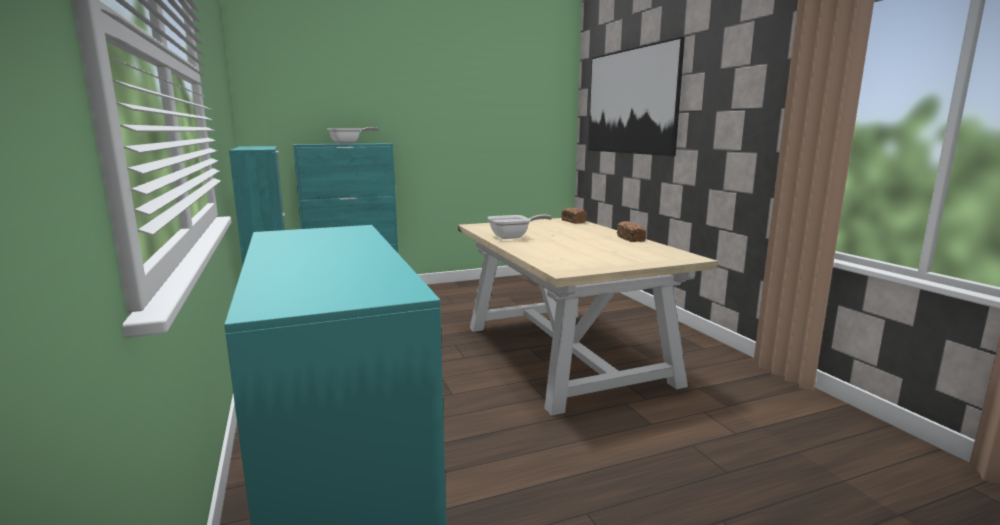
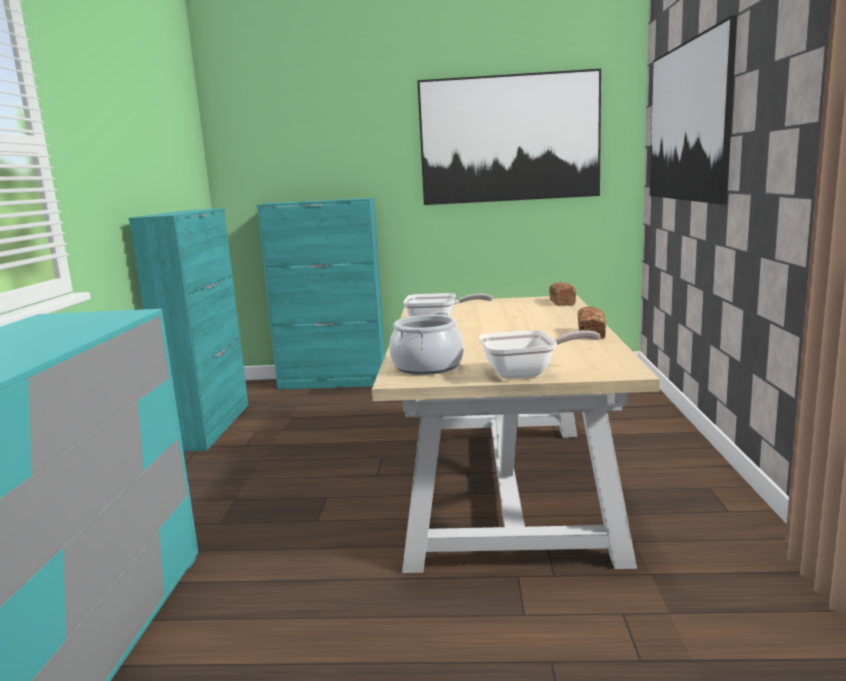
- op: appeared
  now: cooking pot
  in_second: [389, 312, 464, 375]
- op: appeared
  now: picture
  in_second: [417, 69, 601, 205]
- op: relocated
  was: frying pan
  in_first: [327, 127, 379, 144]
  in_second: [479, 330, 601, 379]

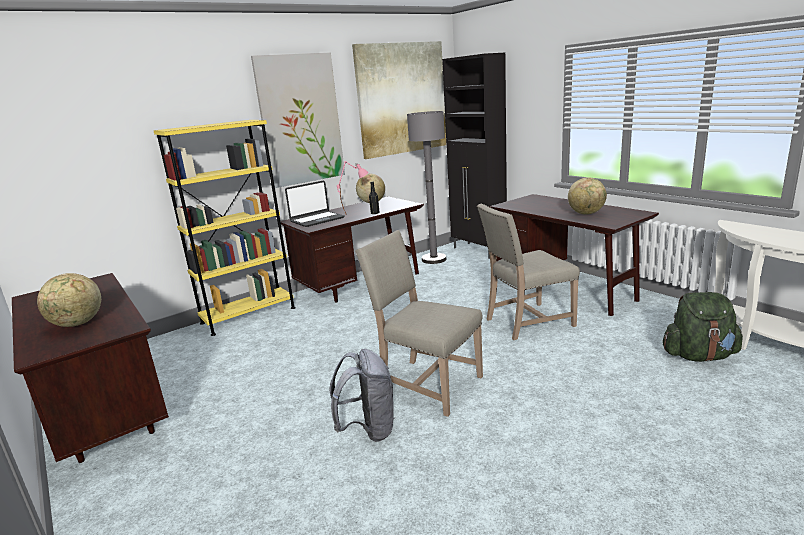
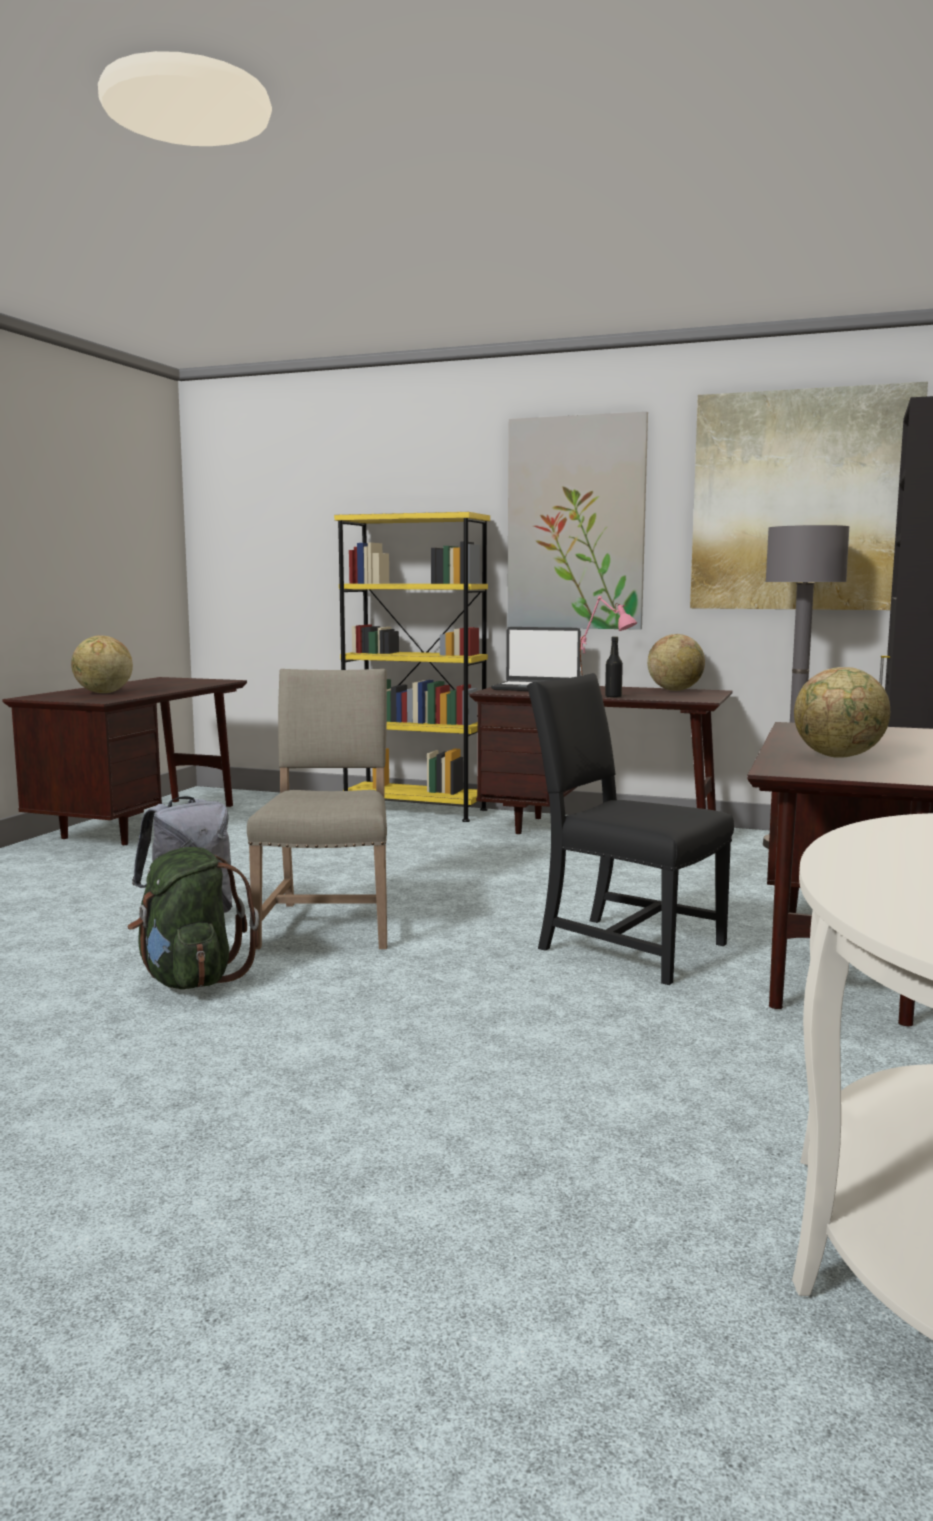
- op: relocated
  was: backpack in green
  in_first: [662, 292, 743, 362]
  in_second: [128, 847, 259, 989]
- op: colour
  was: chair in beige
  now: chair in black
  in_first: [477, 204, 580, 340]
  in_second: [527, 673, 734, 985]

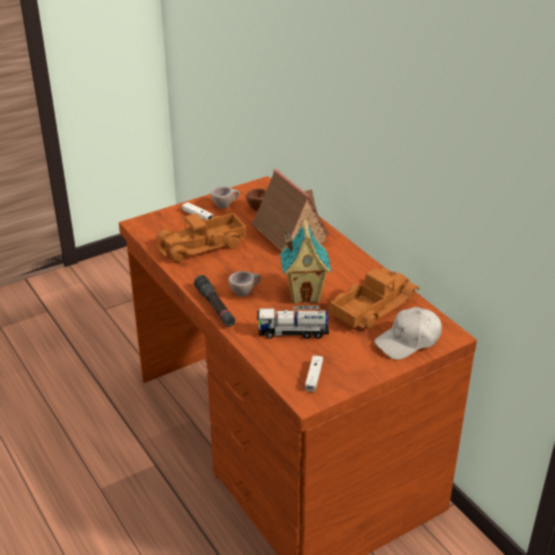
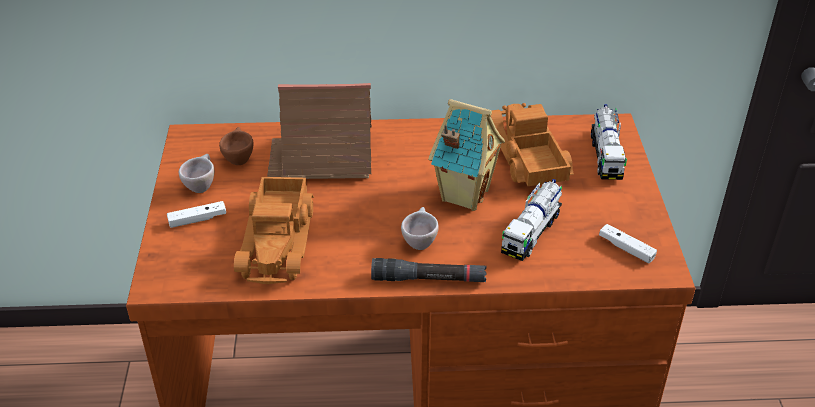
- op: exchanged
  was: cap in white
  now: toy truck
  in_first: [374, 307, 442, 360]
  in_second: [591, 104, 627, 180]

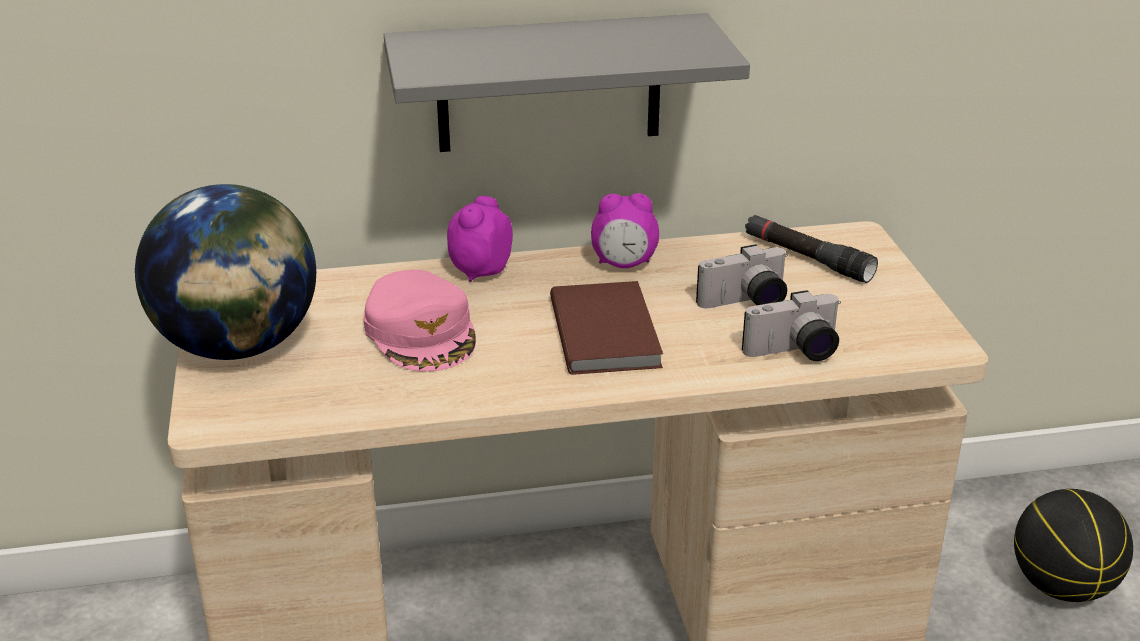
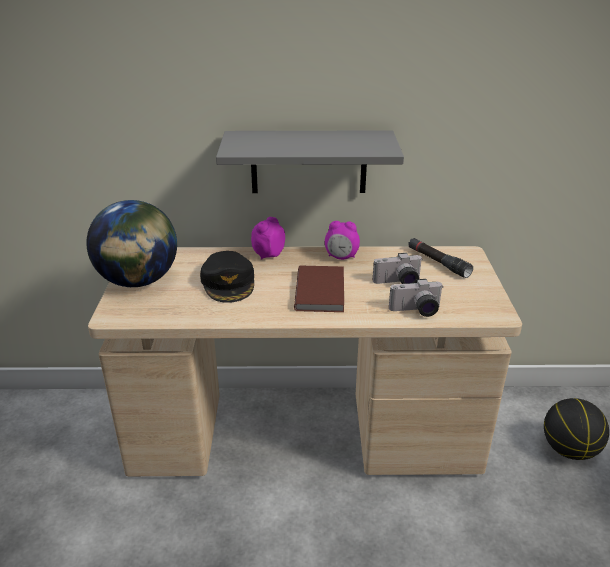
- op: colour
  was: cap in pink
  now: cap in black
  in_first: [363, 270, 476, 372]
  in_second: [200, 251, 254, 303]

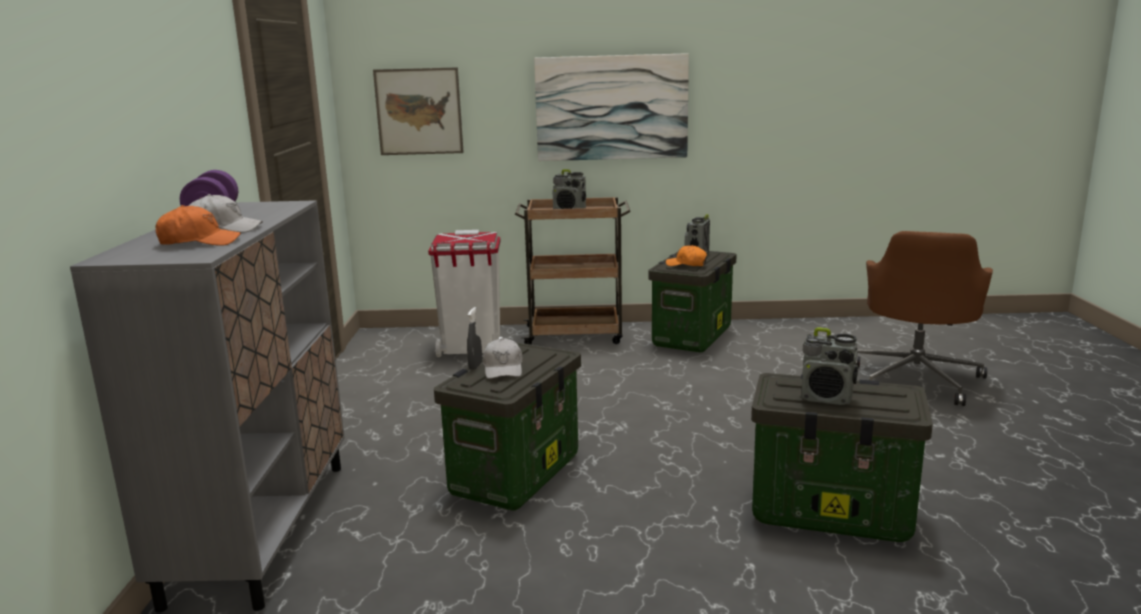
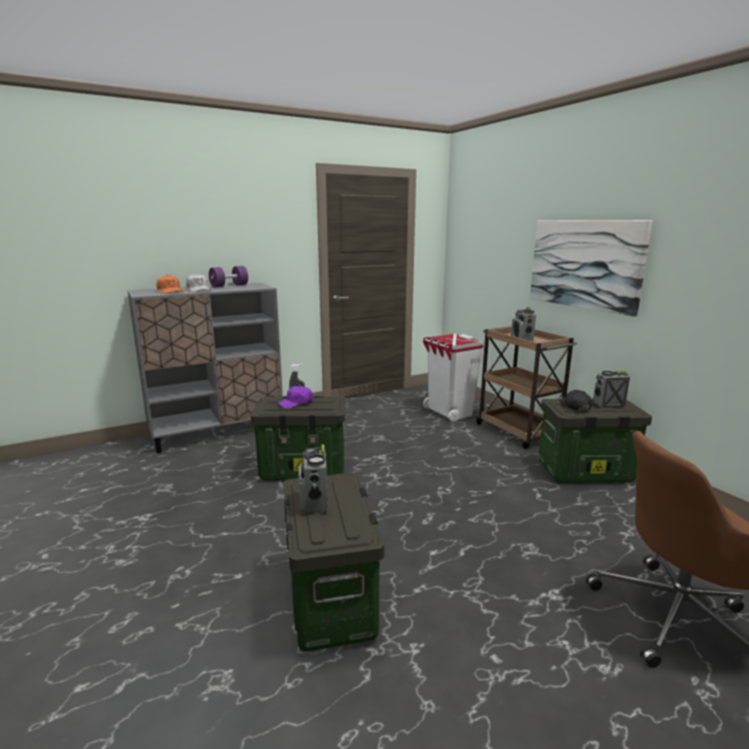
- op: missing
  was: picture
  in_first: [373, 67, 464, 155]
- op: colour
  was: cap in white
  now: cap in purple
  in_first: [483, 338, 522, 379]
  in_second: [277, 385, 313, 409]
- op: colour
  was: cap in orange
  now: cap in black
  in_first: [666, 245, 707, 266]
  in_second: [560, 390, 592, 411]

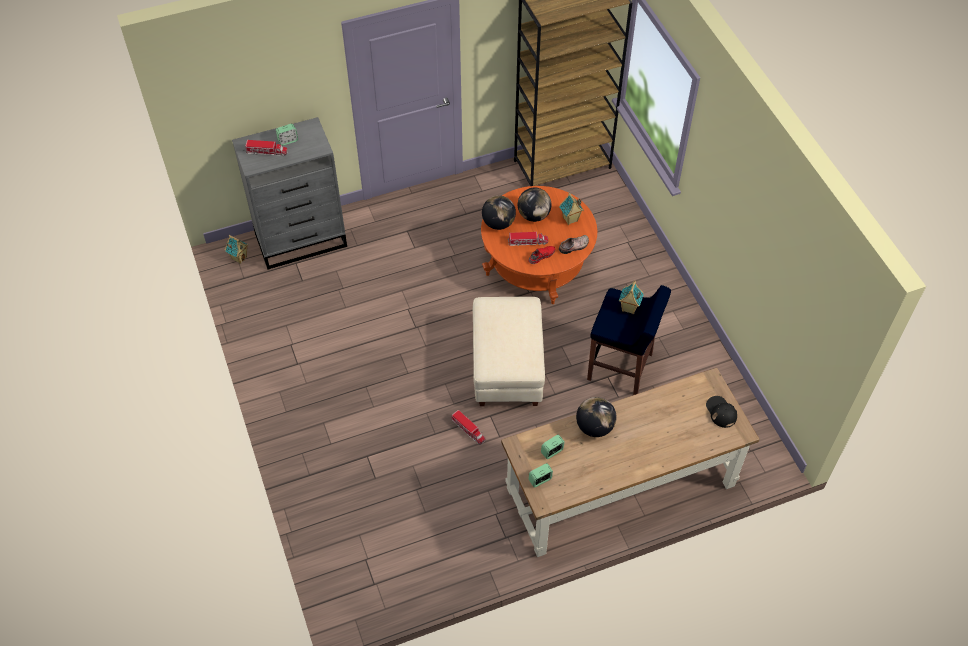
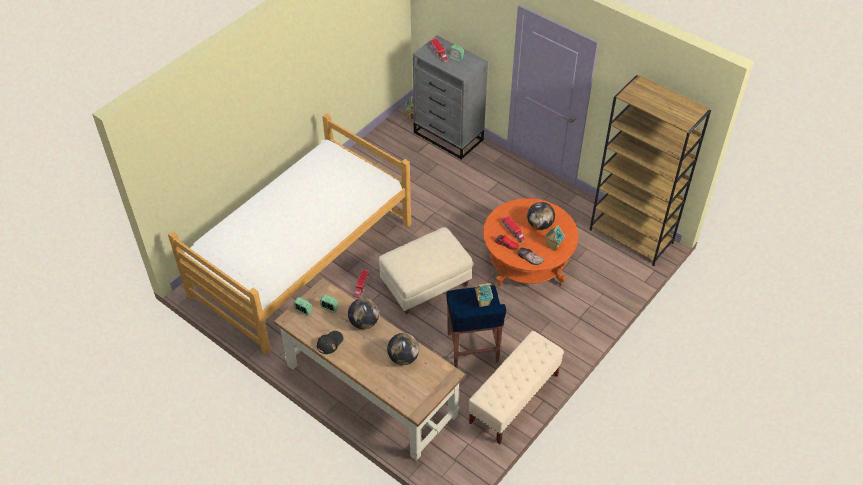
- op: appeared
  now: bed
  in_second: [168, 113, 411, 355]
- op: appeared
  now: bench in beige
  in_second: [469, 331, 564, 444]
- op: relocated
  was: globe
  in_first: [482, 195, 516, 230]
  in_second: [387, 333, 419, 365]
- op: relocated
  was: cap in black
  in_first: [706, 396, 737, 428]
  in_second: [317, 331, 344, 354]

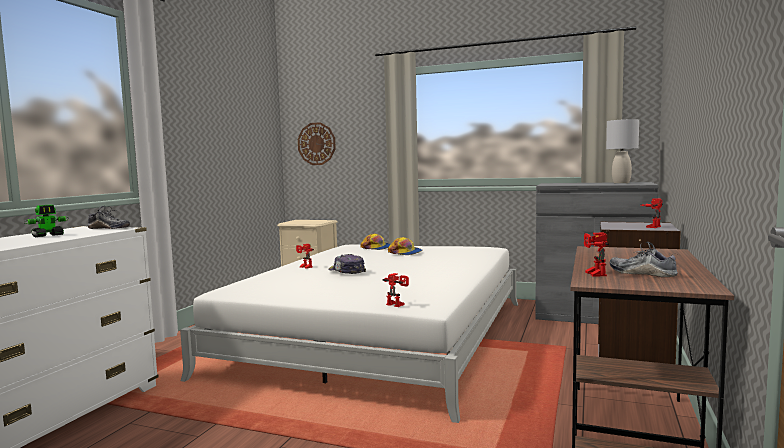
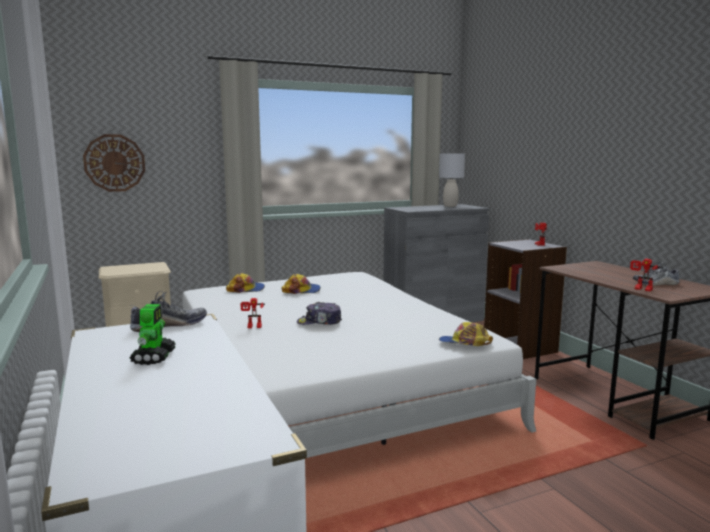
- op: exchanged
  was: toy robot
  now: cap
  in_first: [383, 273, 409, 307]
  in_second: [439, 322, 493, 346]

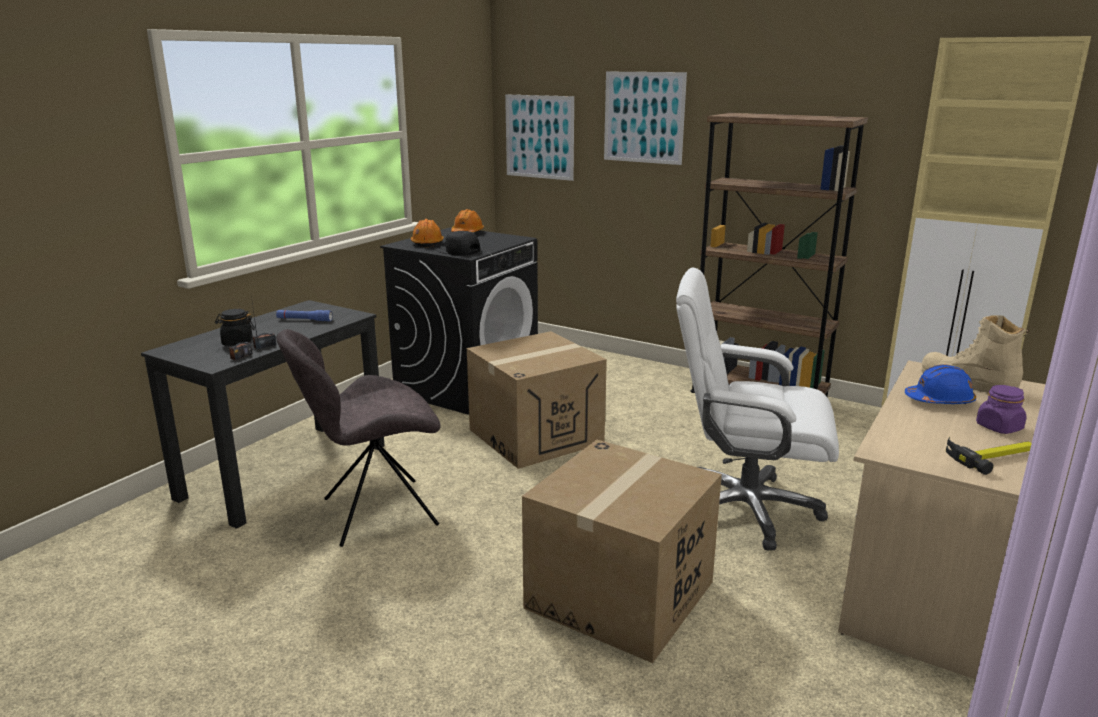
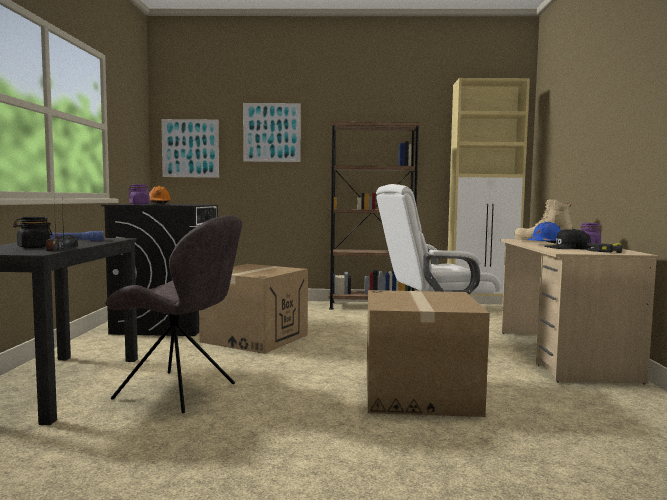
- op: relocated
  was: cap in black
  in_first: [437, 231, 480, 256]
  in_second: [545, 229, 591, 249]
- op: exchanged
  was: hard hat in orange
  now: jar in purple
  in_first: [411, 219, 444, 247]
  in_second: [128, 184, 151, 204]
- op: spun
  was: chair in grey
  in_first: [277, 329, 441, 547]
  in_second: [105, 215, 242, 413]
  clockwise: -105

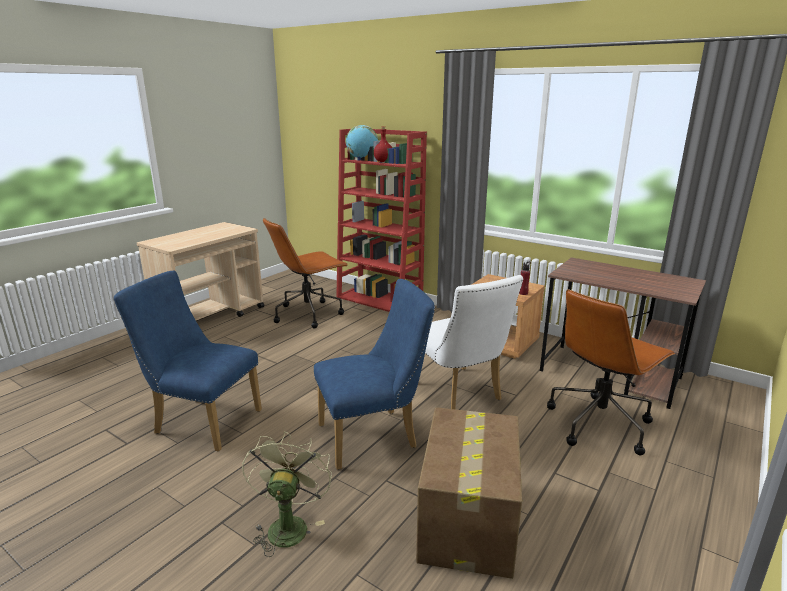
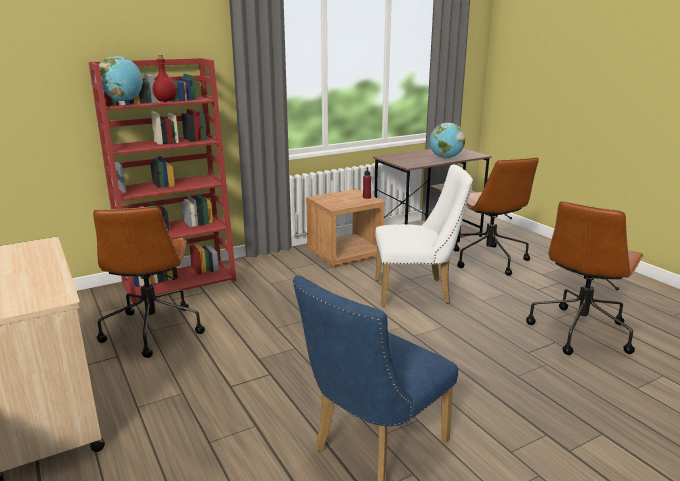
- op: missing
  was: fan in green
  in_first: [242, 431, 332, 557]
- op: missing
  was: chair in blue
  in_first: [314, 279, 435, 470]
- op: appeared
  now: globe
  in_second: [429, 123, 465, 159]
- op: exchanged
  was: cardboard box
  now: office chair in brown
  in_first: [416, 407, 522, 579]
  in_second: [526, 201, 644, 355]

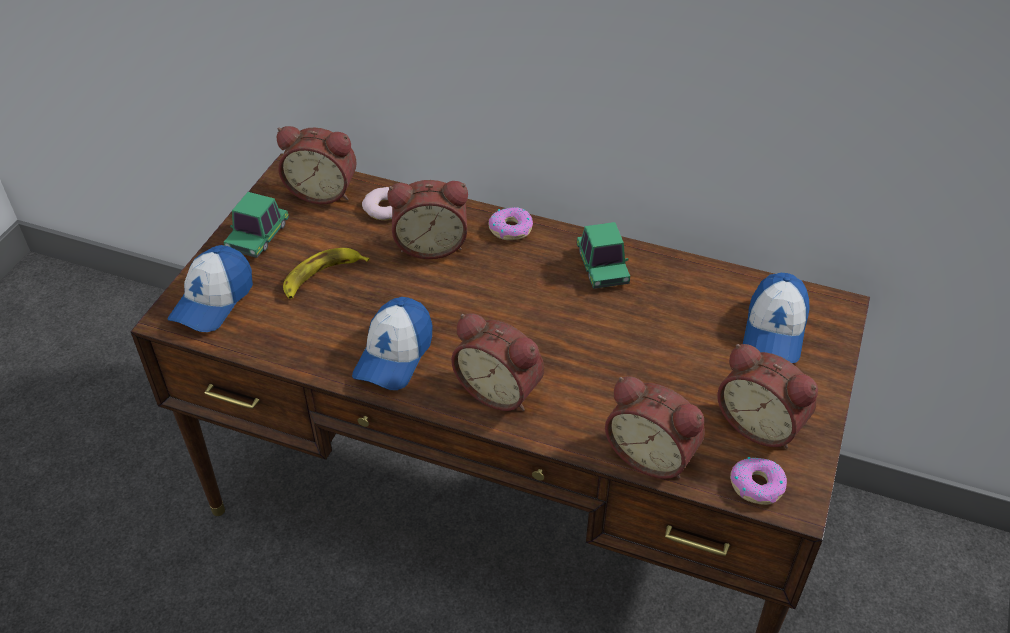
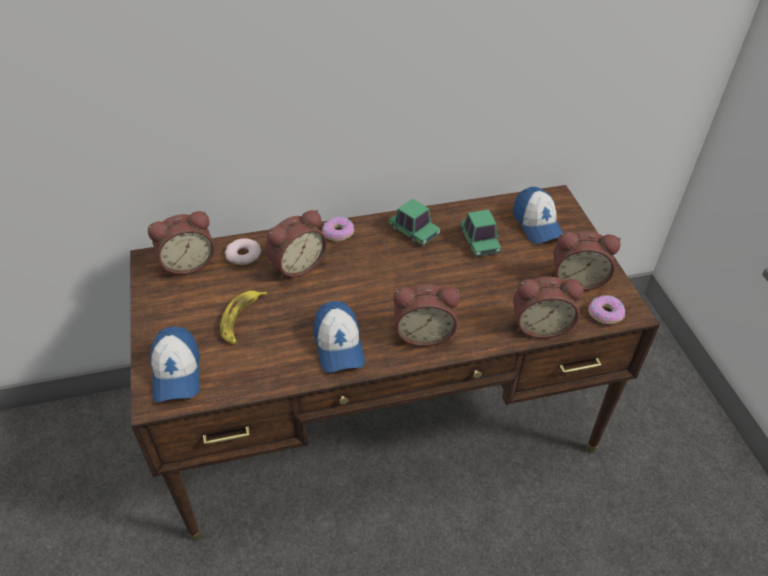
- op: relocated
  was: toy car
  in_first: [224, 192, 289, 258]
  in_second: [460, 210, 501, 257]

